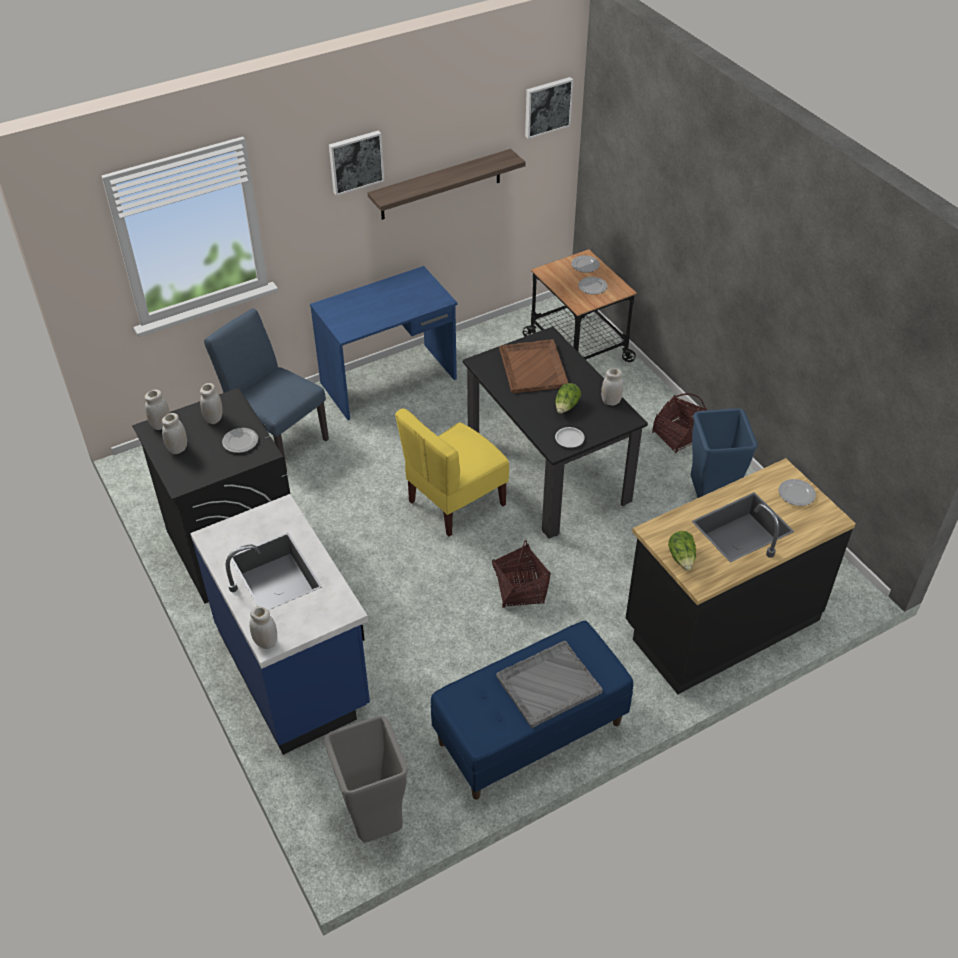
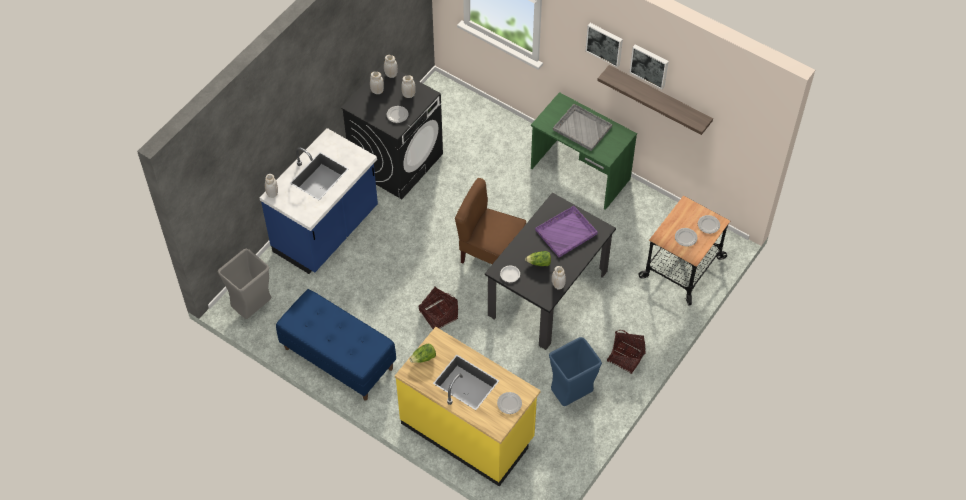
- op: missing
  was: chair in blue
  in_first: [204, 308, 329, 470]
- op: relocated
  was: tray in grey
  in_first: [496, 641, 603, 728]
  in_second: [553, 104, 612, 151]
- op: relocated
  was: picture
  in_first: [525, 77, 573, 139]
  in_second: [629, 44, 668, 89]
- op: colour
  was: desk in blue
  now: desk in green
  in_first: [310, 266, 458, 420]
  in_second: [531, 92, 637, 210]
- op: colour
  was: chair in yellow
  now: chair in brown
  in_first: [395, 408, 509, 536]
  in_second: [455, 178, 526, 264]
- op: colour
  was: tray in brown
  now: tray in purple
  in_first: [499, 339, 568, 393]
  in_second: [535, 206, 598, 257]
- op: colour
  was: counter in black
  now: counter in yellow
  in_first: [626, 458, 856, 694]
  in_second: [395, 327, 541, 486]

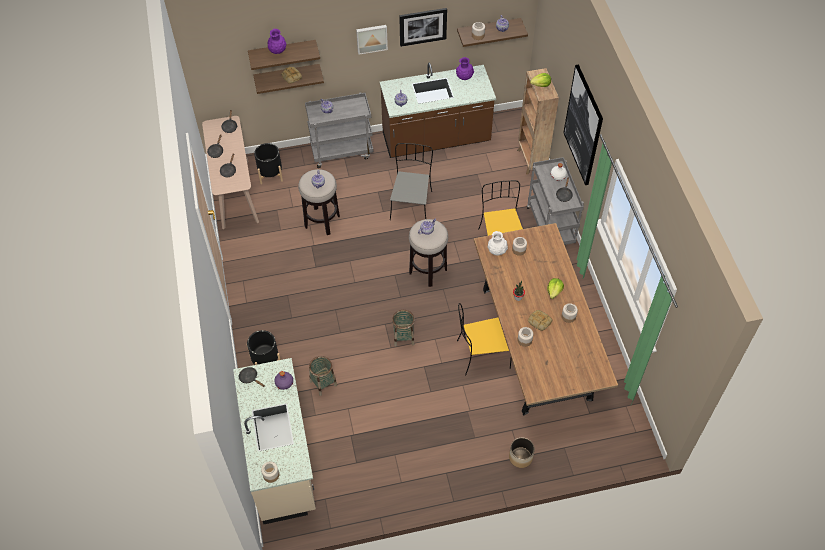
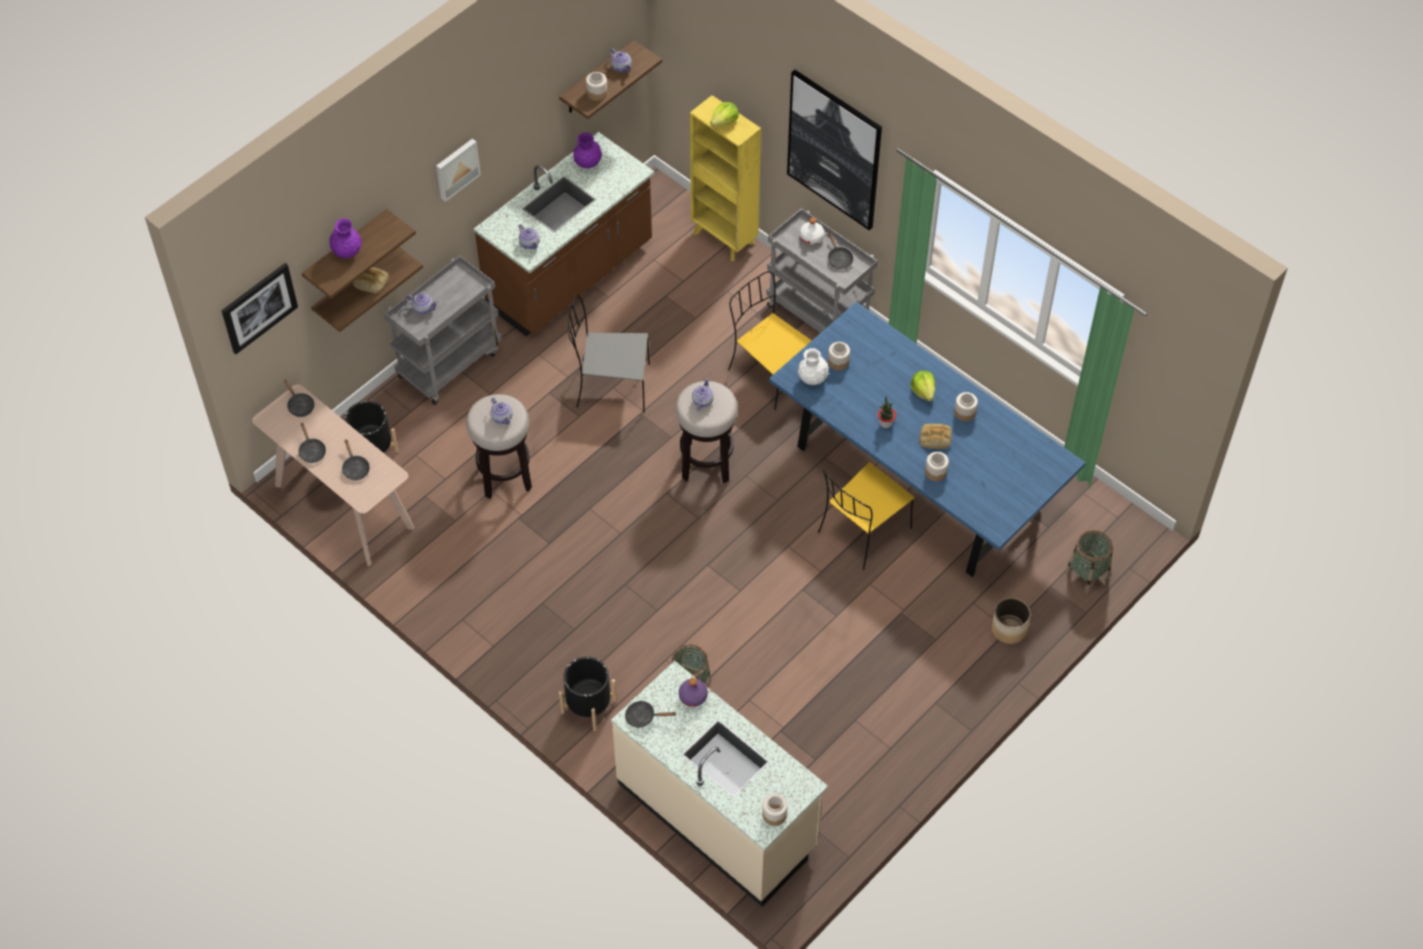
- op: relocated
  was: basket
  in_first: [392, 310, 415, 347]
  in_second: [1065, 530, 1113, 593]
- op: relocated
  was: picture
  in_first: [399, 8, 447, 47]
  in_second: [222, 263, 298, 354]
- op: colour
  was: dining table in brown
  now: dining table in blue
  in_first: [474, 223, 618, 416]
  in_second: [769, 302, 1085, 577]
- op: colour
  was: bookcase in brown
  now: bookcase in yellow
  in_first: [517, 68, 559, 175]
  in_second: [690, 95, 761, 261]
- op: spun
  was: chair in grey
  in_first: [390, 143, 433, 220]
  in_second: [568, 295, 650, 413]
  clockwise: -60

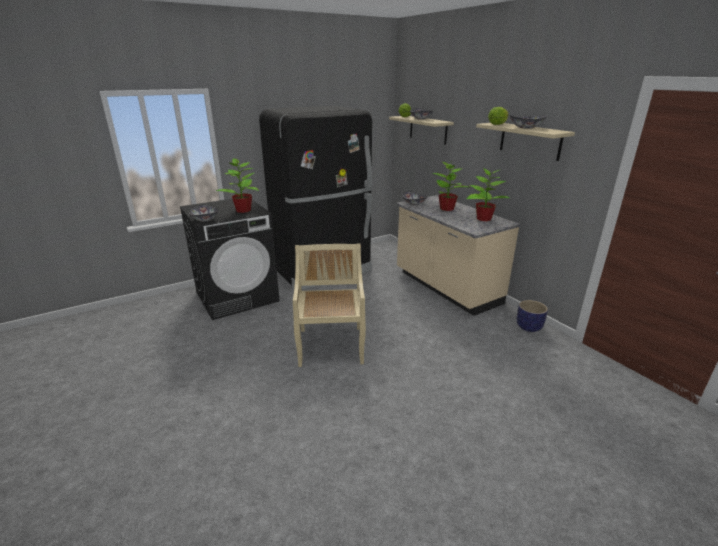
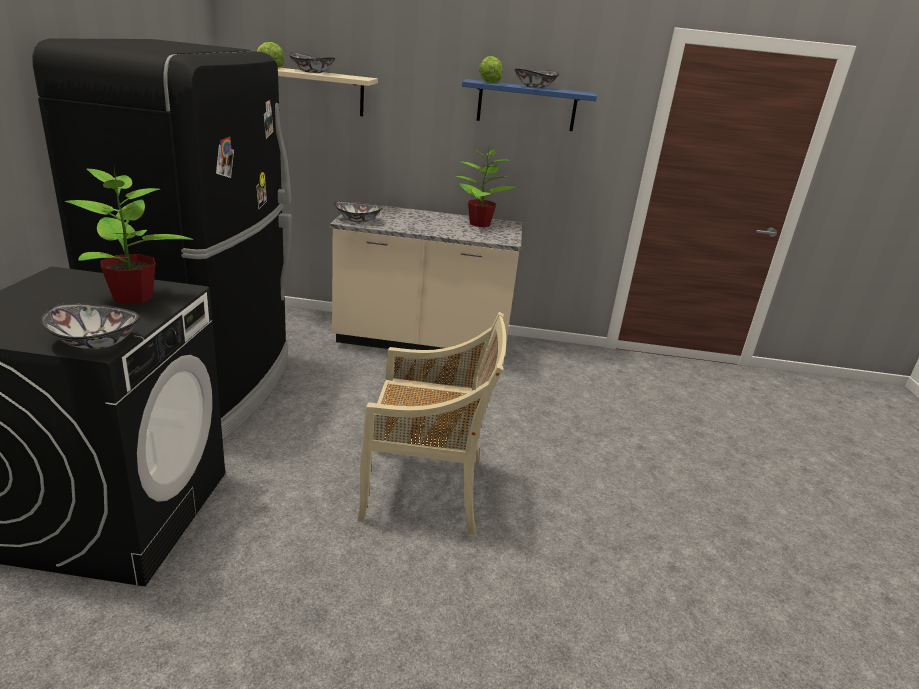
- op: missing
  was: potted plant
  in_first: [432, 160, 469, 211]
- op: missing
  was: planter
  in_first: [517, 300, 548, 332]
- op: colour
  was: shelf in beige
  now: shelf in blue
  in_first: [476, 123, 575, 161]
  in_second: [462, 79, 597, 131]
- op: spun
  was: chair in beige
  in_first: [293, 243, 366, 367]
  in_second: [357, 312, 506, 536]
  clockwise: 150

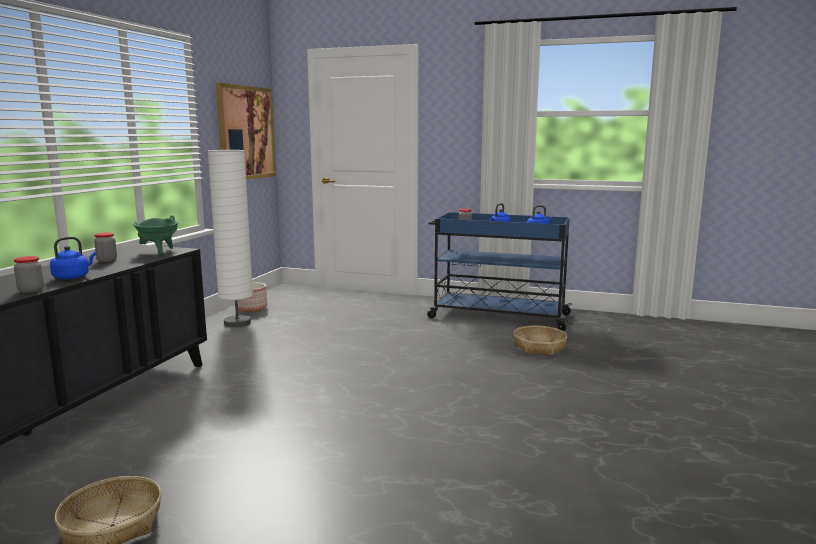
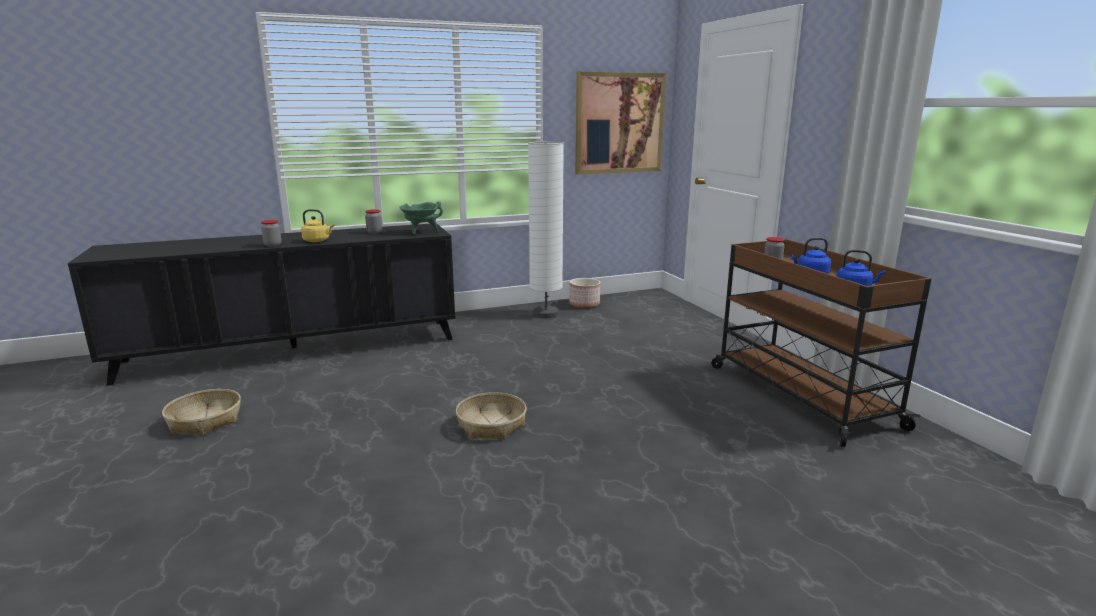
- op: relocated
  was: basket
  in_first: [513, 325, 567, 356]
  in_second: [456, 392, 526, 440]
- op: colour
  was: kettle in blue
  now: kettle in yellow
  in_first: [50, 237, 97, 280]
  in_second: [301, 209, 334, 242]
- op: colour
  was: cart in blue
  now: cart in brown
  in_first: [427, 212, 572, 331]
  in_second: [711, 239, 931, 447]

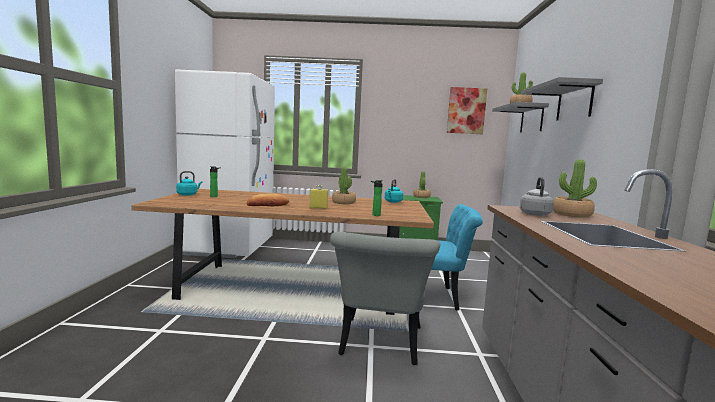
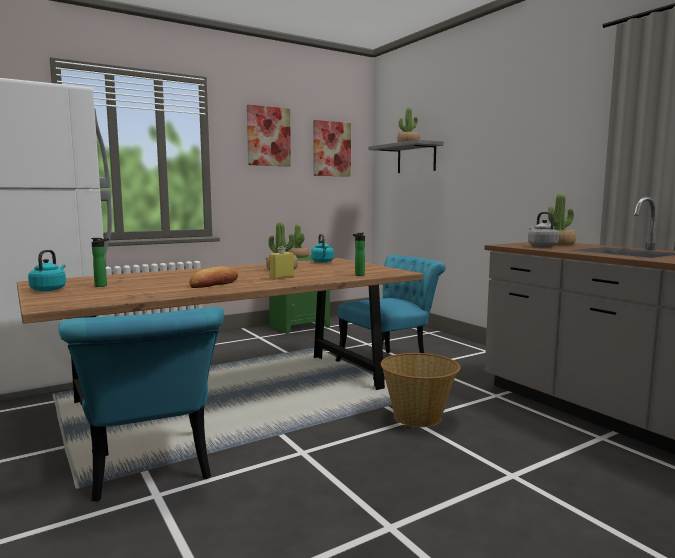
- op: missing
  was: shelf in grey
  in_first: [521, 77, 603, 120]
- op: appeared
  now: chair in turquoise
  in_second: [58, 307, 224, 502]
- op: appeared
  now: picture
  in_second: [247, 105, 291, 167]
- op: exchanged
  was: chair in grey
  now: basket
  in_first: [330, 232, 440, 365]
  in_second: [380, 353, 460, 427]

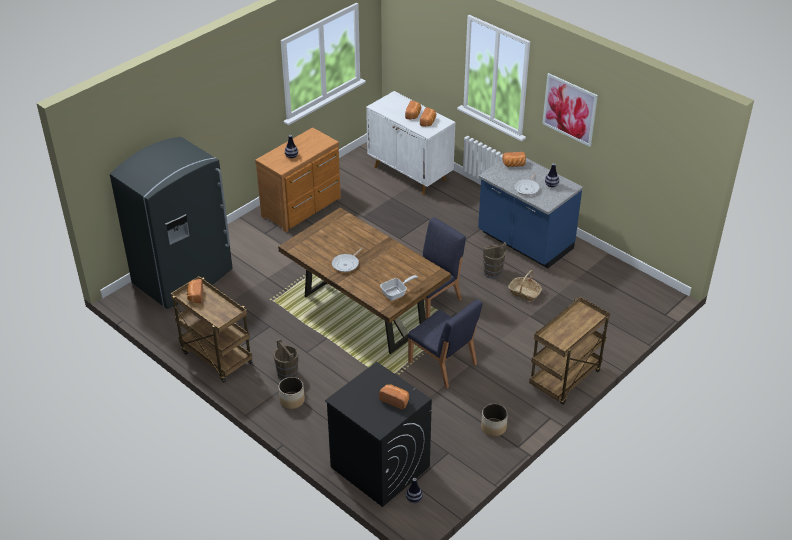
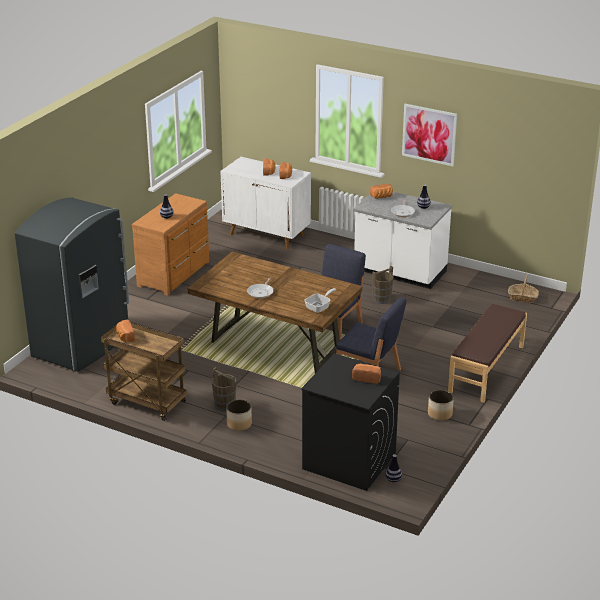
- op: relocated
  was: basket
  in_first: [508, 270, 542, 302]
  in_second: [508, 274, 539, 303]
- op: exchanged
  was: cart in brown
  now: bench in brown
  in_first: [529, 297, 610, 405]
  in_second: [448, 304, 527, 403]
- op: colour
  was: counter in blue
  now: counter in white
  in_first: [478, 158, 583, 268]
  in_second: [354, 192, 452, 289]

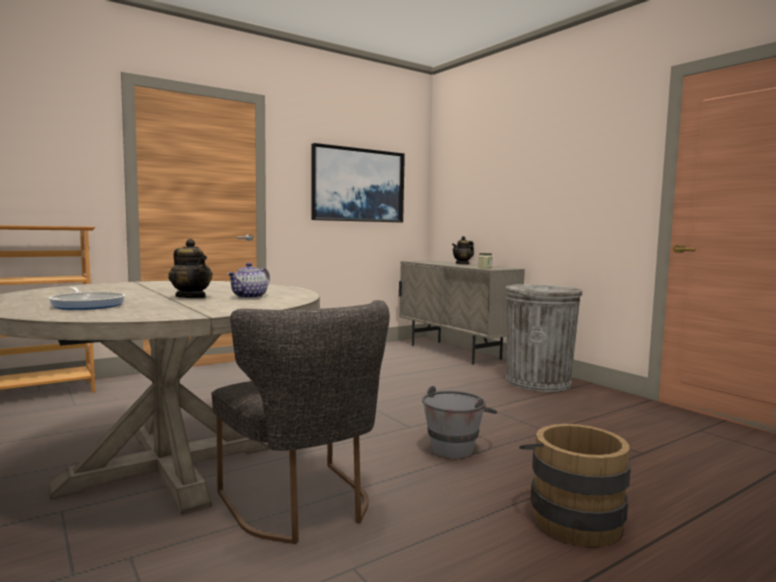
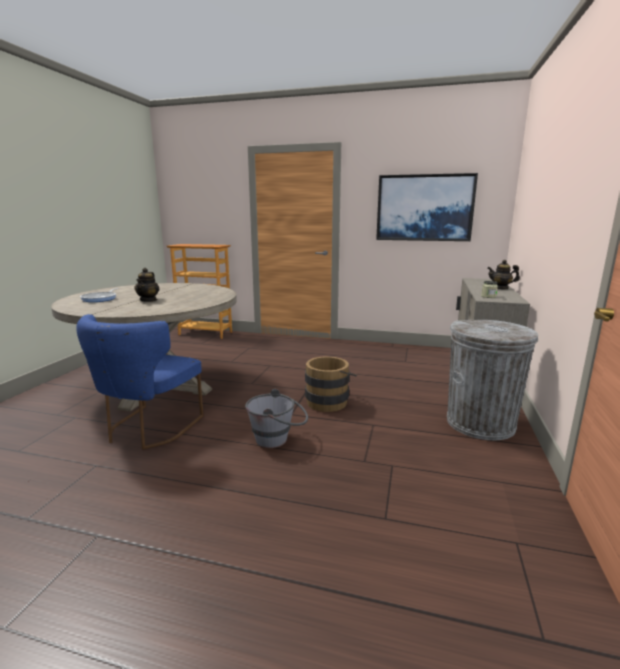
- op: missing
  was: teapot
  in_first: [227, 263, 270, 299]
- op: relocated
  was: bucket in brown
  in_first: [519, 424, 631, 547]
  in_second: [305, 356, 357, 412]
- op: colour
  was: chair in grey
  now: chair in blue
  in_first: [211, 300, 390, 544]
  in_second: [76, 314, 204, 450]

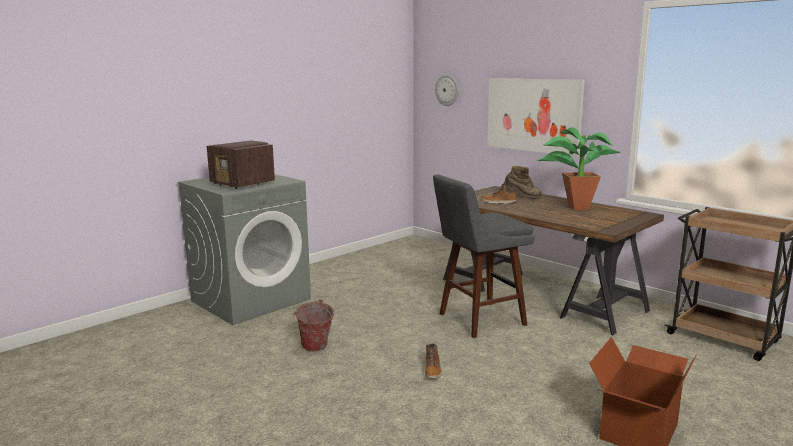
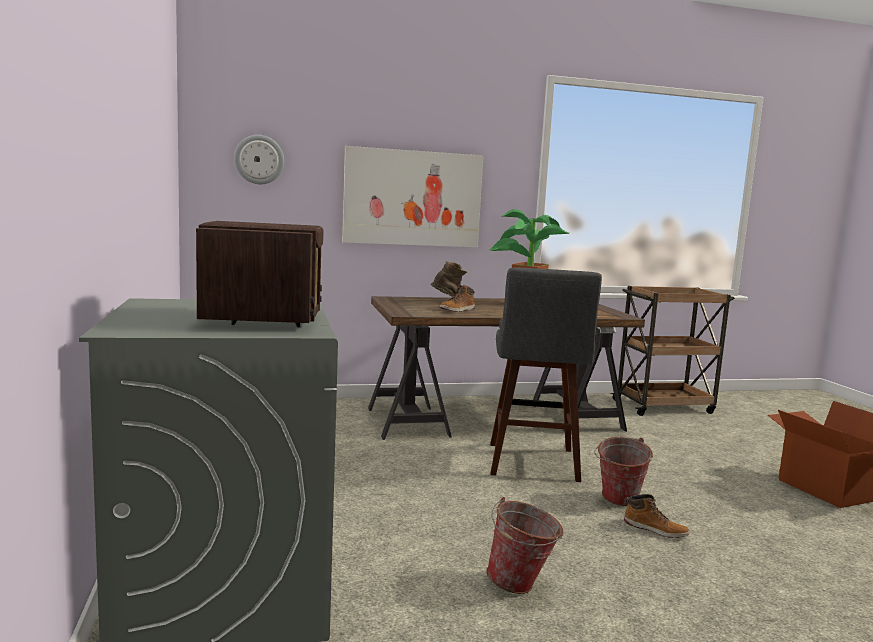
- op: appeared
  now: bucket
  in_second: [595, 437, 653, 506]
- op: spun
  was: radio
  in_first: [207, 140, 275, 189]
  in_second: [196, 221, 324, 327]
  clockwise: -75

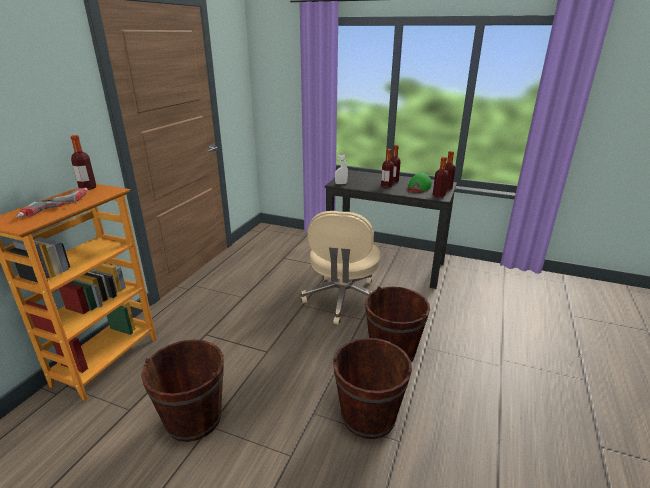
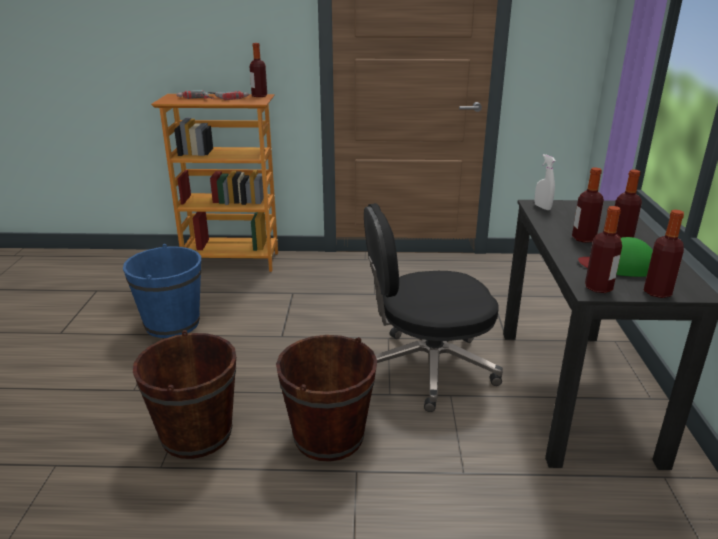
- op: colour
  was: bucket in brown
  now: bucket in blue
  in_first: [141, 340, 224, 442]
  in_second: [123, 244, 201, 338]
- op: colour
  was: office chair in beige
  now: office chair in black
  in_first: [300, 211, 380, 325]
  in_second: [364, 203, 503, 412]

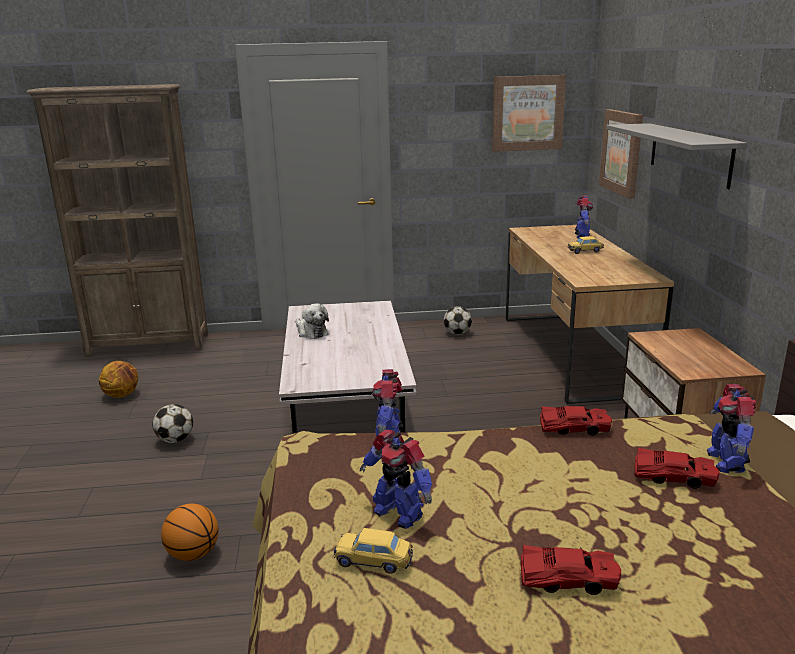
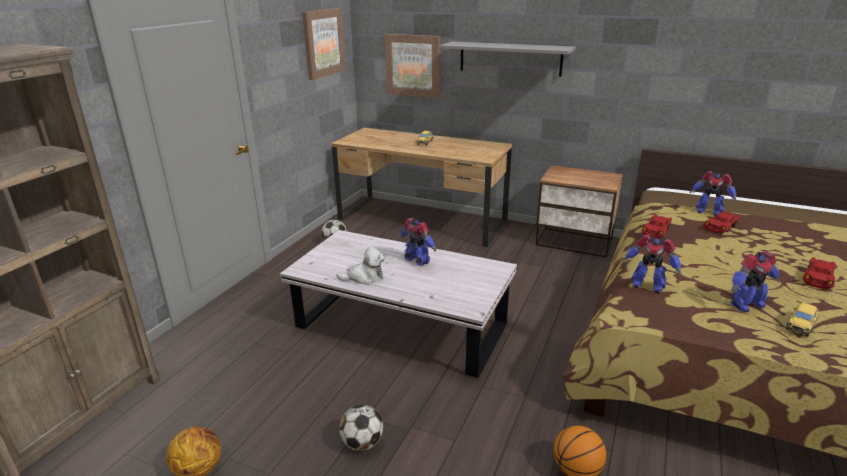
- op: relocated
  was: toy robot
  in_first: [575, 195, 593, 238]
  in_second: [401, 218, 436, 266]

